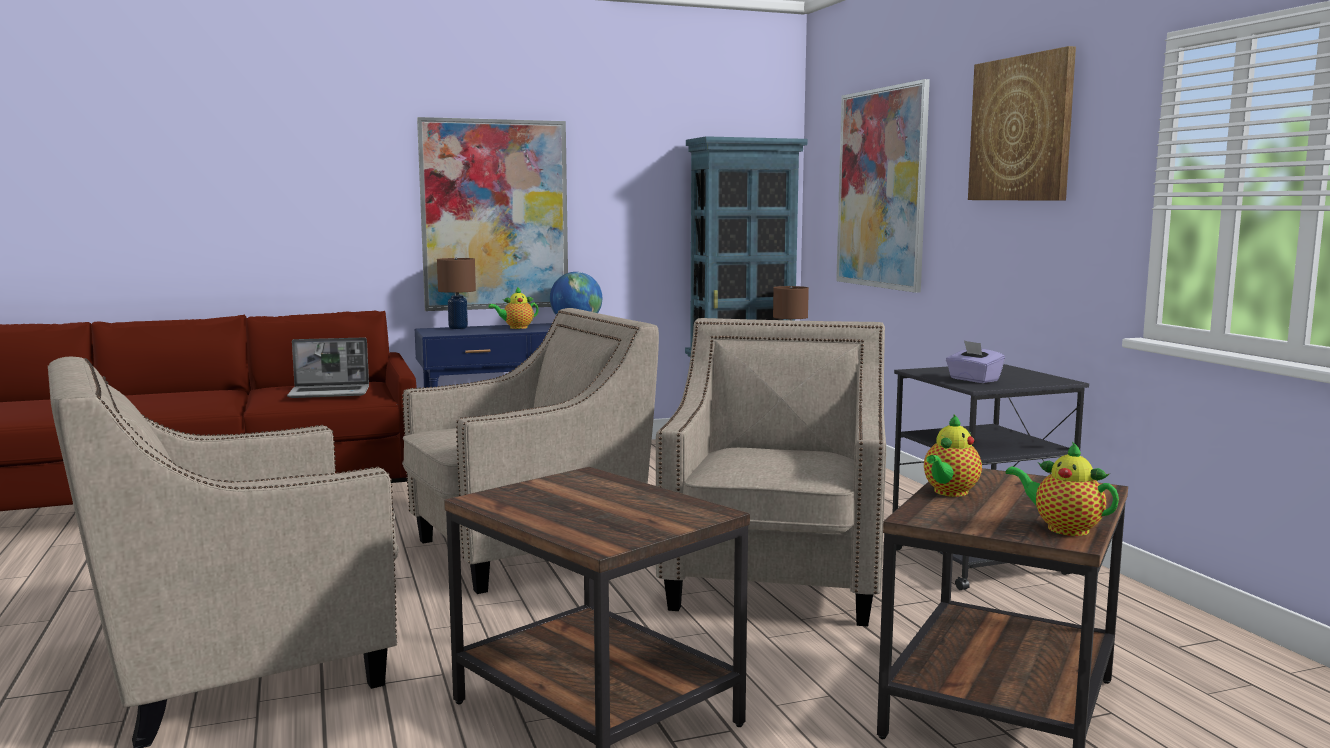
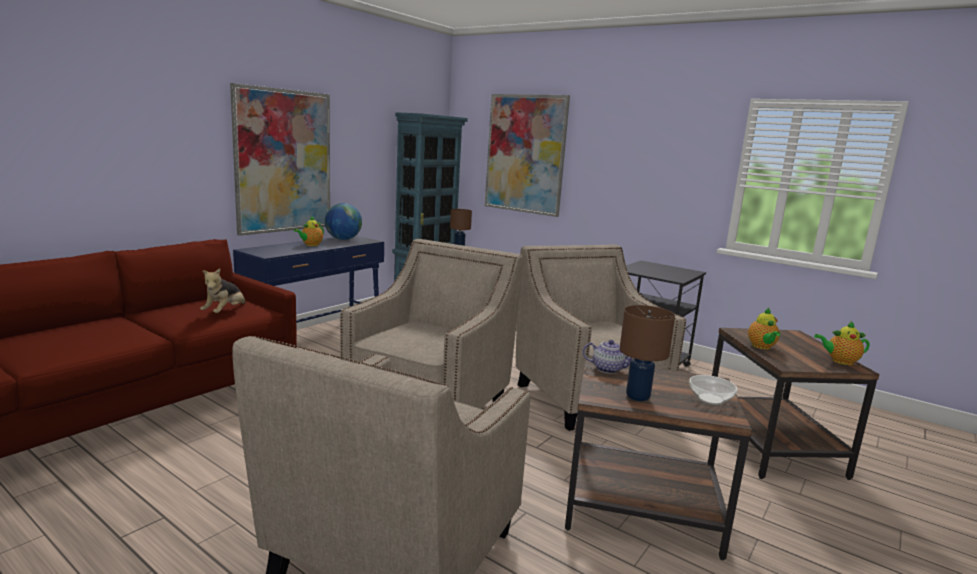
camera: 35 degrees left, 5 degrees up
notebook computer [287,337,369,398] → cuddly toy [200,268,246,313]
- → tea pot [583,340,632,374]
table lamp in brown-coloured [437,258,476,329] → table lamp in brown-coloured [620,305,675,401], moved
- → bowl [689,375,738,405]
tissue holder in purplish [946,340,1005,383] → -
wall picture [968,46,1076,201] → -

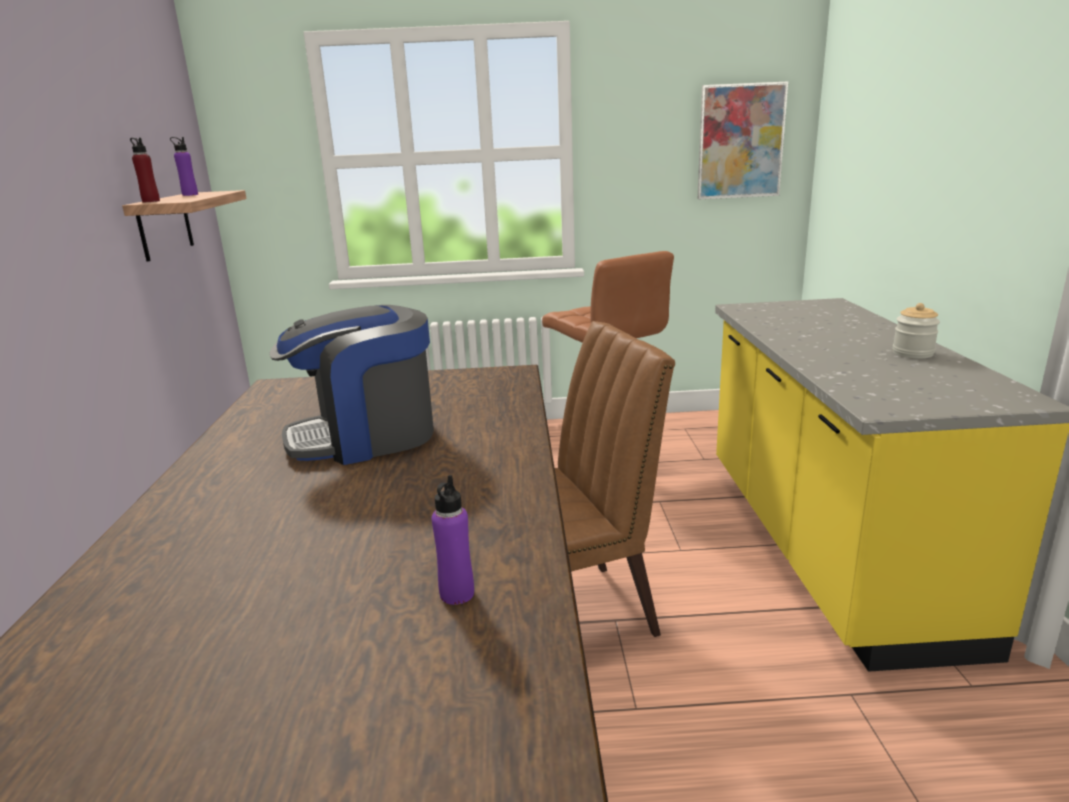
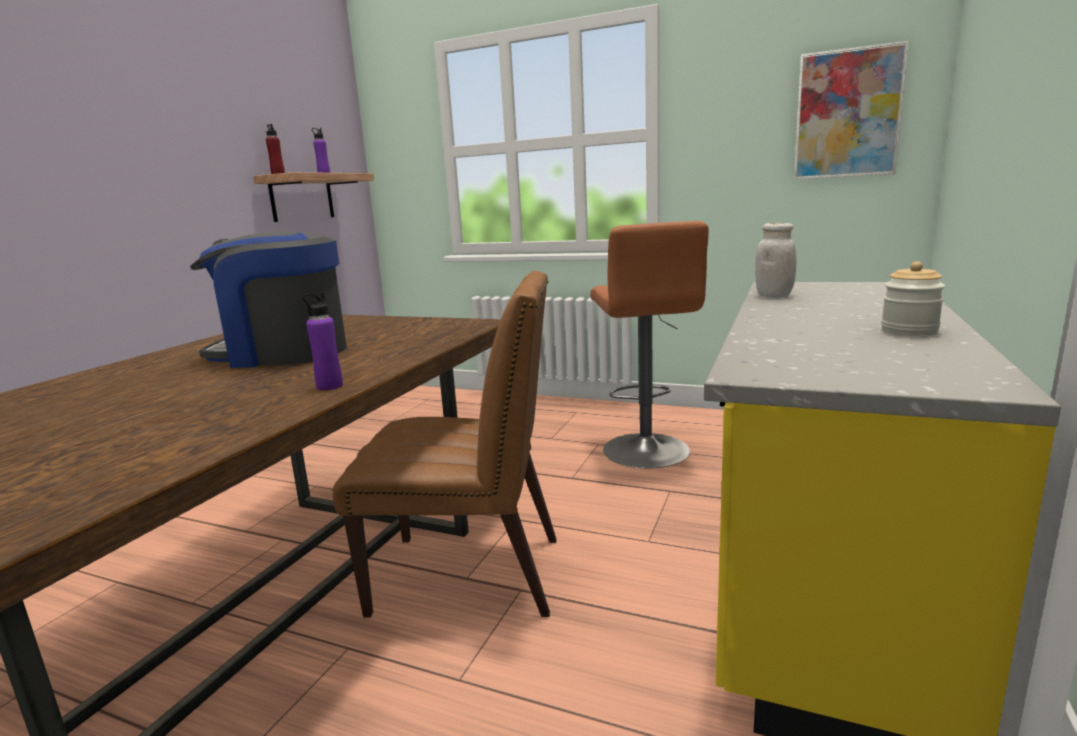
camera: 25 degrees right, 5 degrees down
drink bottle in purplish [432,475,474,605] → drink bottle in purplish [302,292,343,390], moved
- → preserve jar in whitish [755,223,796,297]

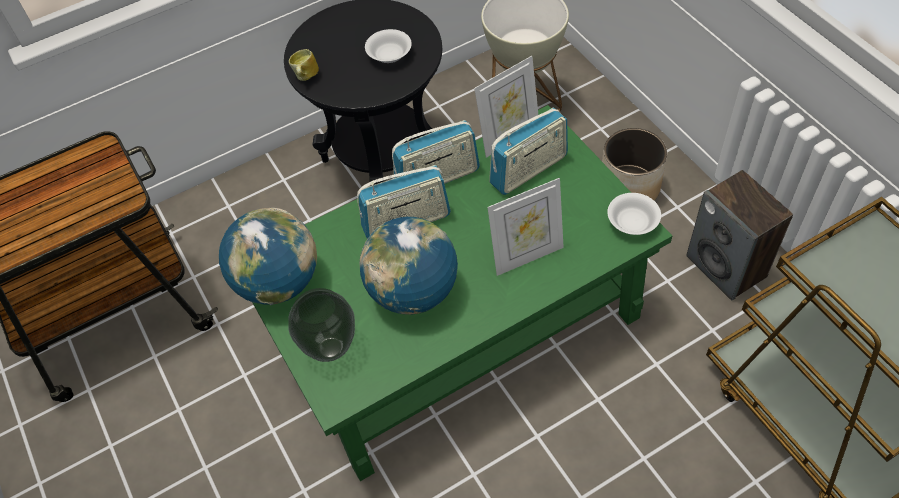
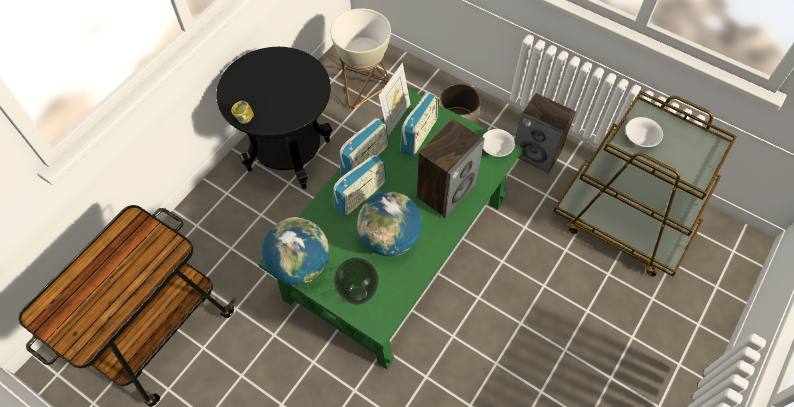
camera: 30 degrees left, 5 degrees up
standing frame [488,178,564,276] → speaker [417,119,485,218]
bowl in whitish [365,29,412,63] → bowl in whitish [625,117,663,147], moved

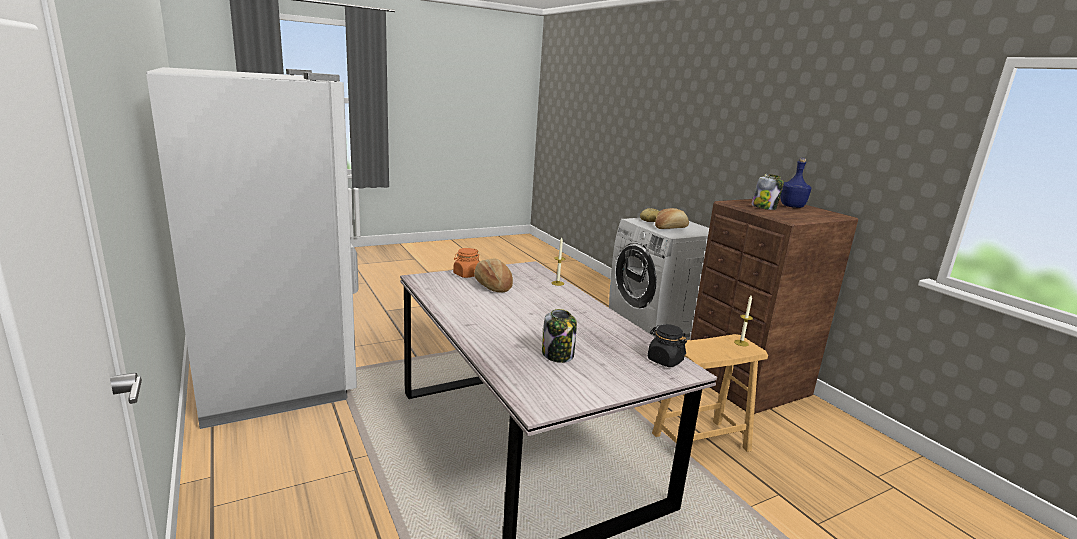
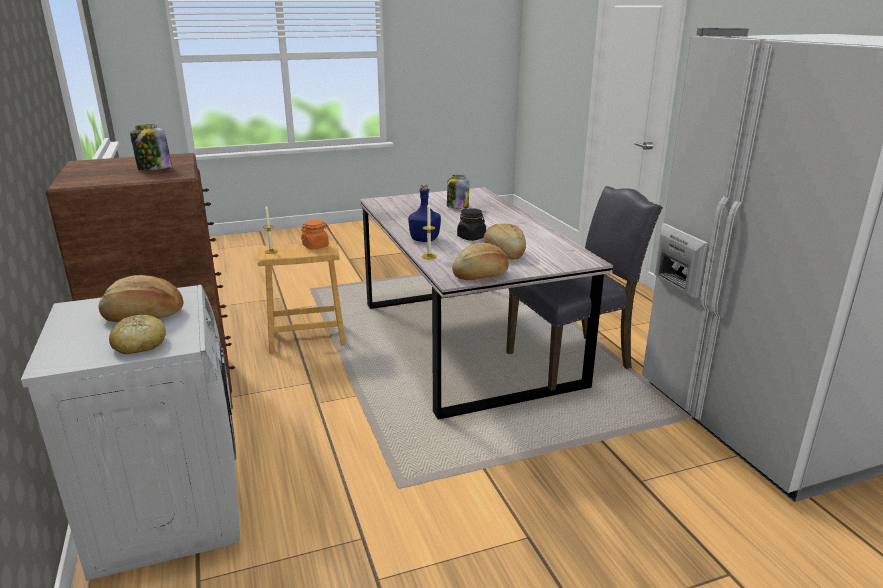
camera: 170 degrees left, 5 degrees up
preserve jar in orange-coloured [453,248,479,278] → preserve jar in orange-coloured [301,220,329,249], moved
drink bottle in blue [780,158,811,208] → drink bottle in blue [408,184,441,242], moved
- → bread [452,243,509,280]
preserve jar in blackish [648,324,687,367] → preserve jar in blackish [457,208,486,241], moved
- → chair in grey [506,186,663,391]

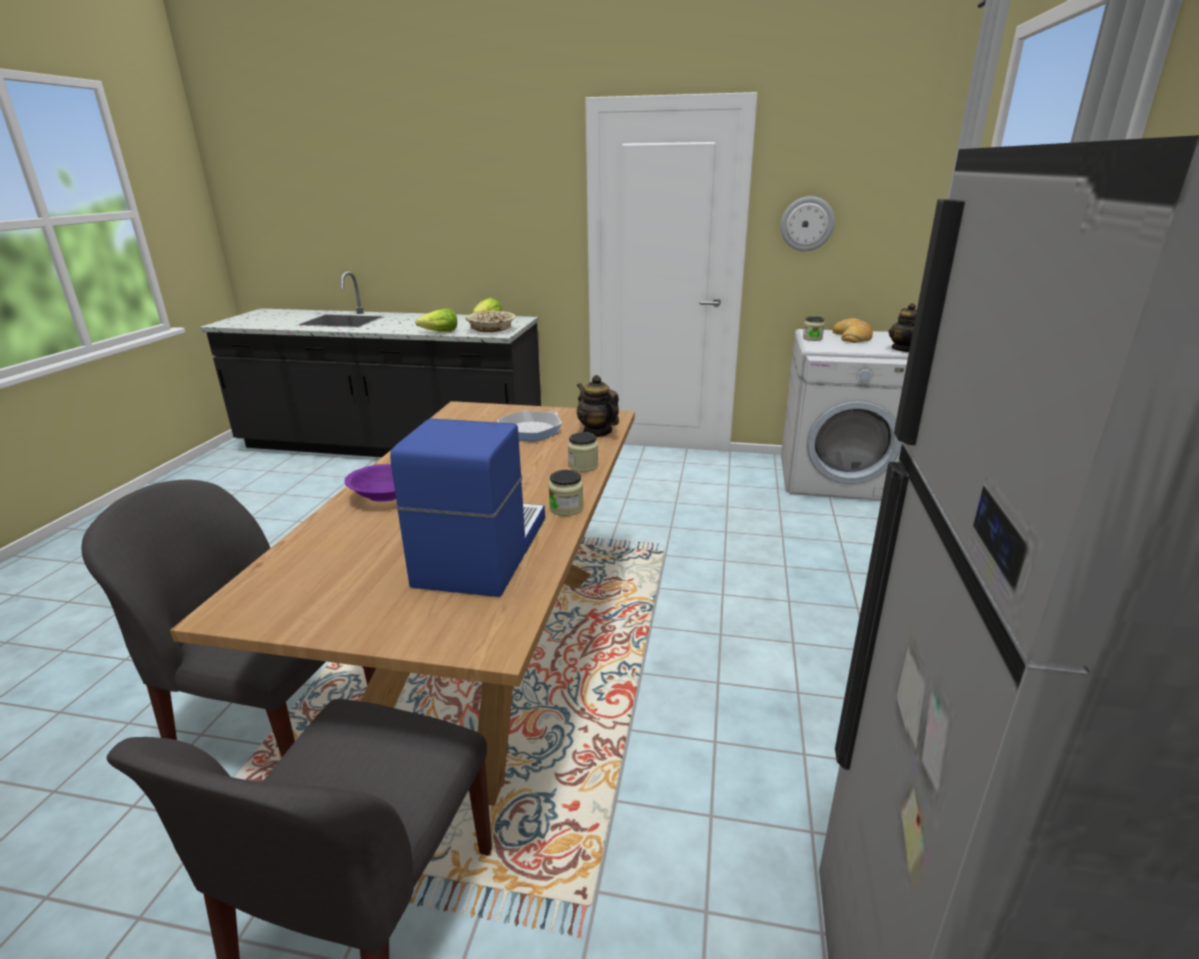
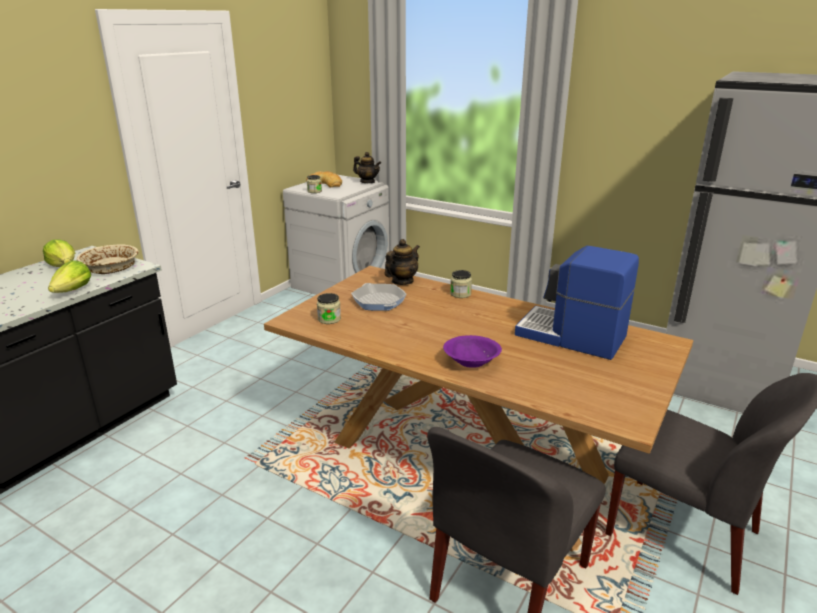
camera: 70 degrees left, 0 degrees up
preserve jar [549,470,584,516] → preserve jar [317,293,341,324], moved
tea pot [577,375,619,437] → tea pot [385,239,420,285], 150 degrees clockwise
hanging clock [781,196,835,251] → -

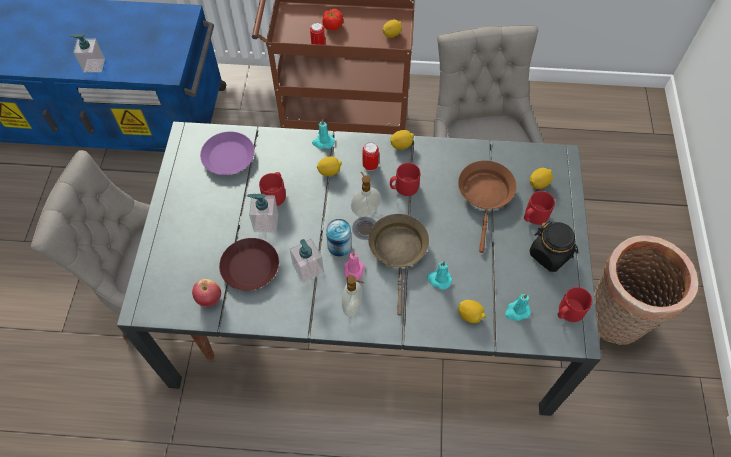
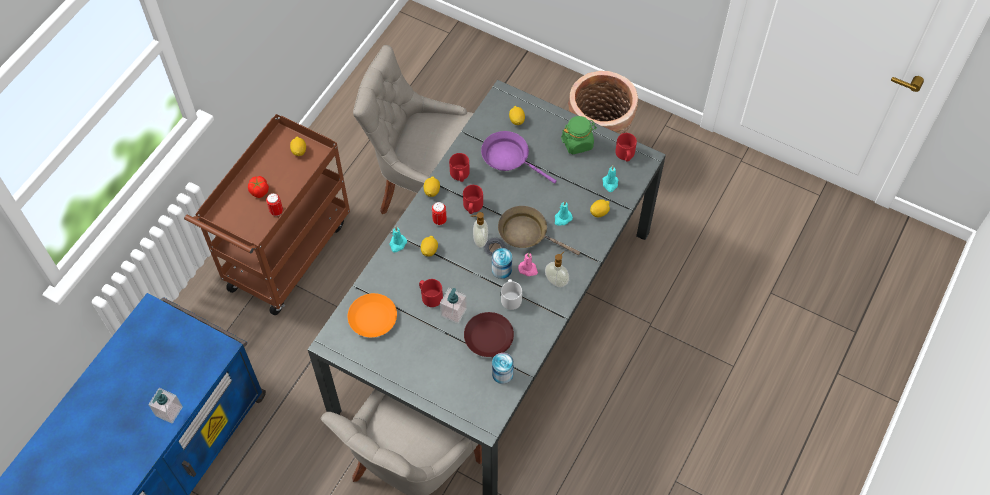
camera: 65 degrees left, 0 degrees up
plate in purplish [200,131,254,175] → plate in orange-coloured [348,293,397,337]
mug in red [524,191,555,225] → mug in red [449,153,470,182], moved
frying pan in brown-coloured [458,160,516,253] → frying pan in purplish [481,131,557,184]
apple fruit [192,279,221,307] → metal can [492,353,514,384]
soap dispenser [290,238,324,283] → mug in grey [501,279,522,310]
preserve jar in blackish [530,221,579,272] → preserve jar in greenish [561,116,597,155]

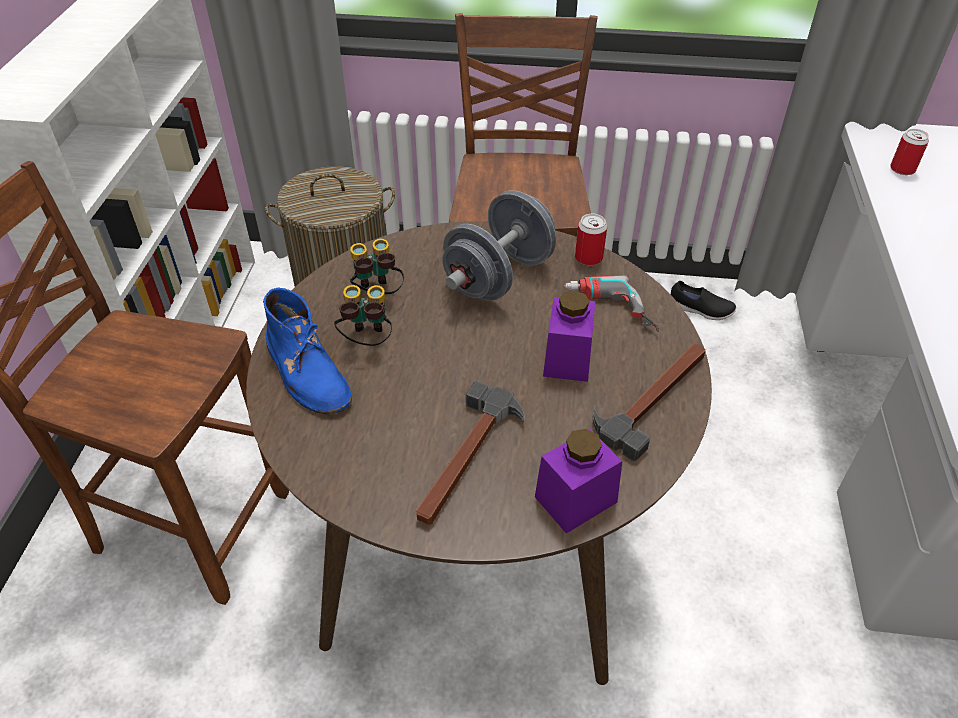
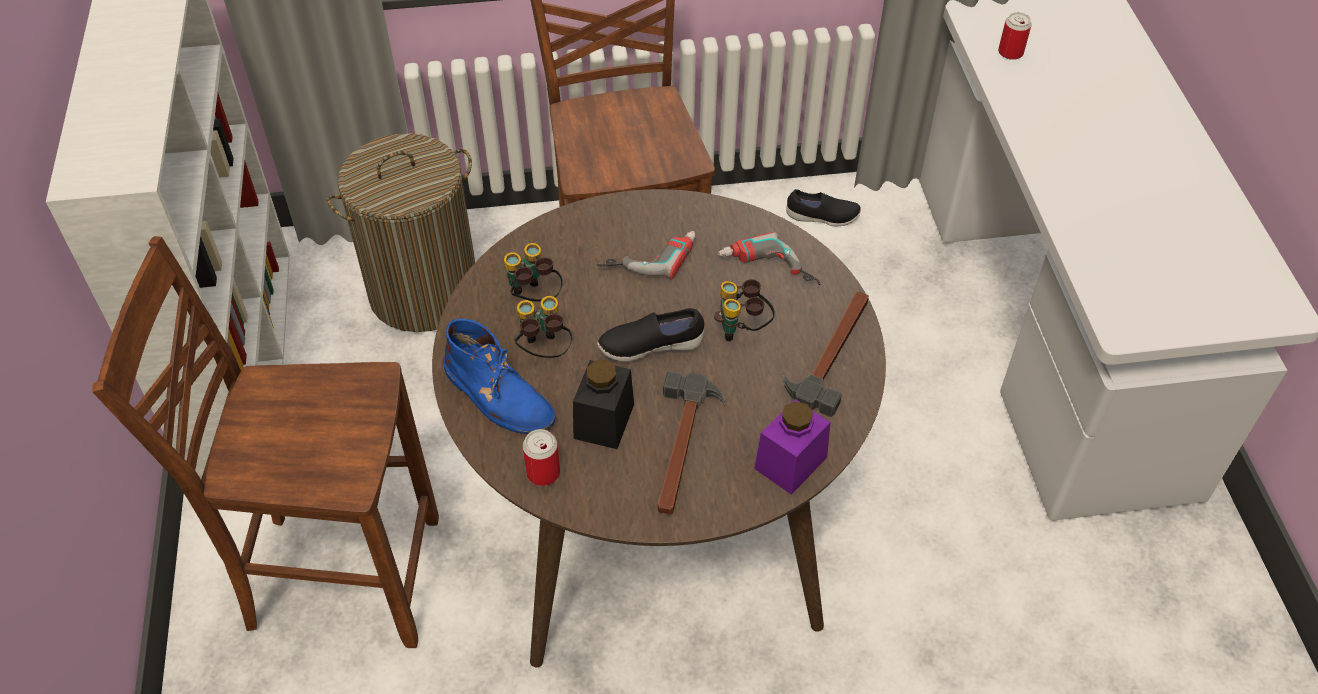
camera: 15 degrees left, 5 degrees up
metal can [575,214,607,266] → metal can [523,429,560,486], moved
- → preserve jar in blackish [573,360,634,449]
free weight in grey [442,190,556,301] → power drill [596,231,696,279]
- → item of footwear in blackish [597,308,704,362]
preserve jar in purplish [543,290,595,382] → binoculars [714,279,775,341]

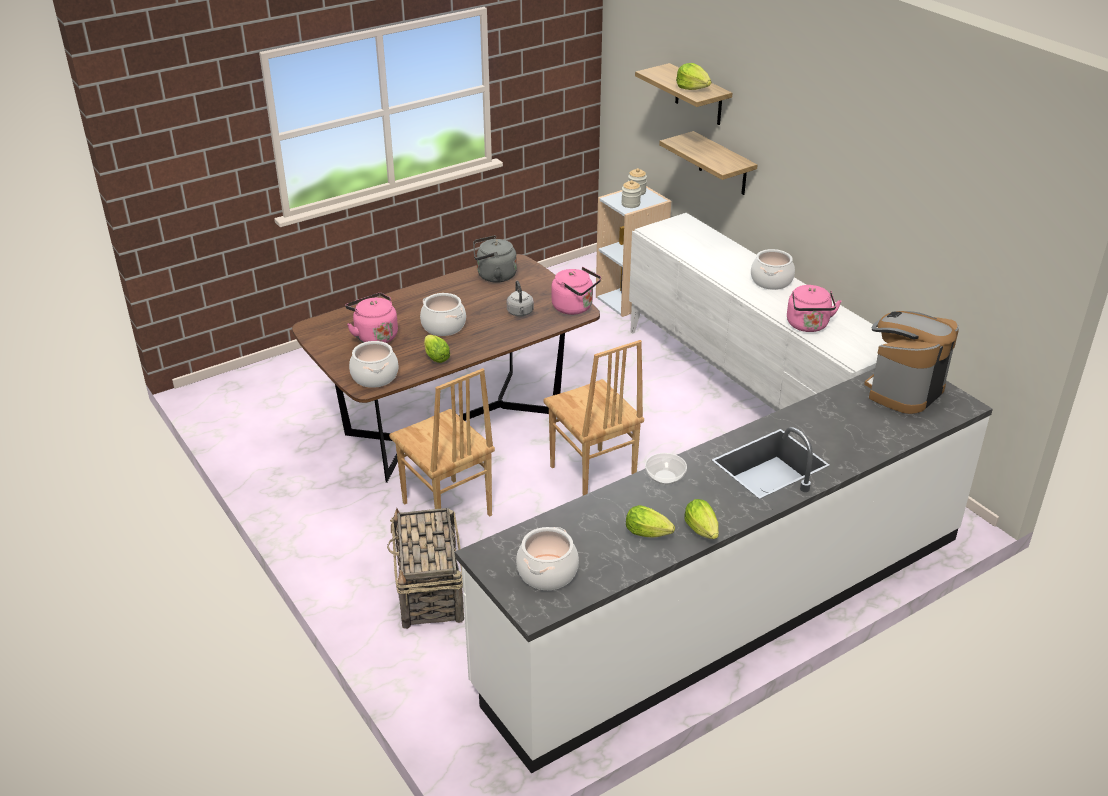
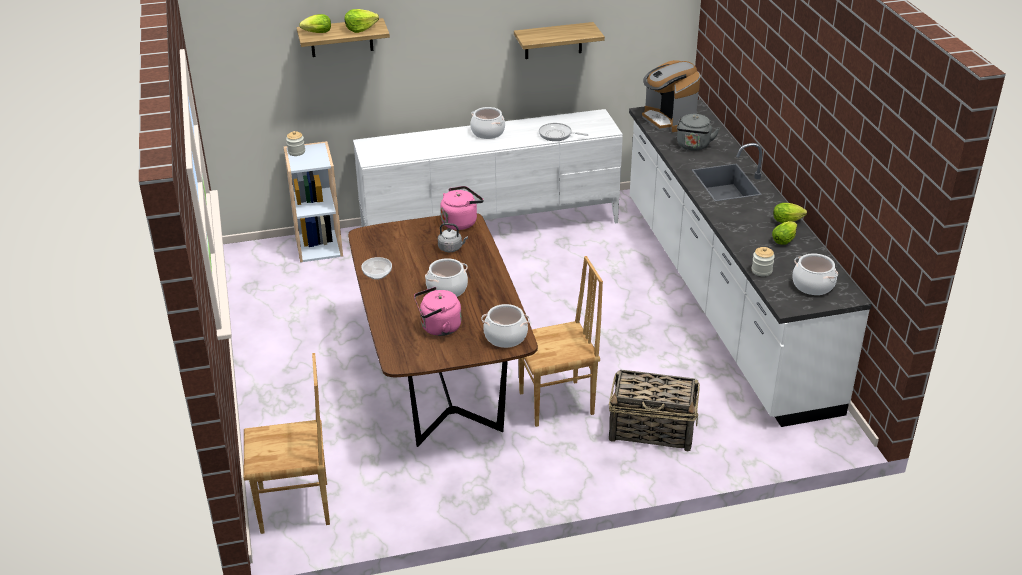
camera: 70 degrees left, 0 degrees up
chair in brown-coloured [543,340,644,495] → chair in brown-coloured [243,353,330,534], moved
lettuce [424,335,450,363] → lettuce [299,14,331,33], moved
bowl [645,453,687,485] → bowl [361,257,392,280], moved
wall shelf [659,131,757,195] → wall shelf [514,22,605,59], moved
tea kettle in pink-coloured [787,285,842,332] → frying pan [539,123,589,141]
tea kettle in grey [473,235,517,283] → tea kettle in grey [677,114,719,151], moved
preserve jar [621,180,641,208] → preserve jar [752,247,775,277], moved

